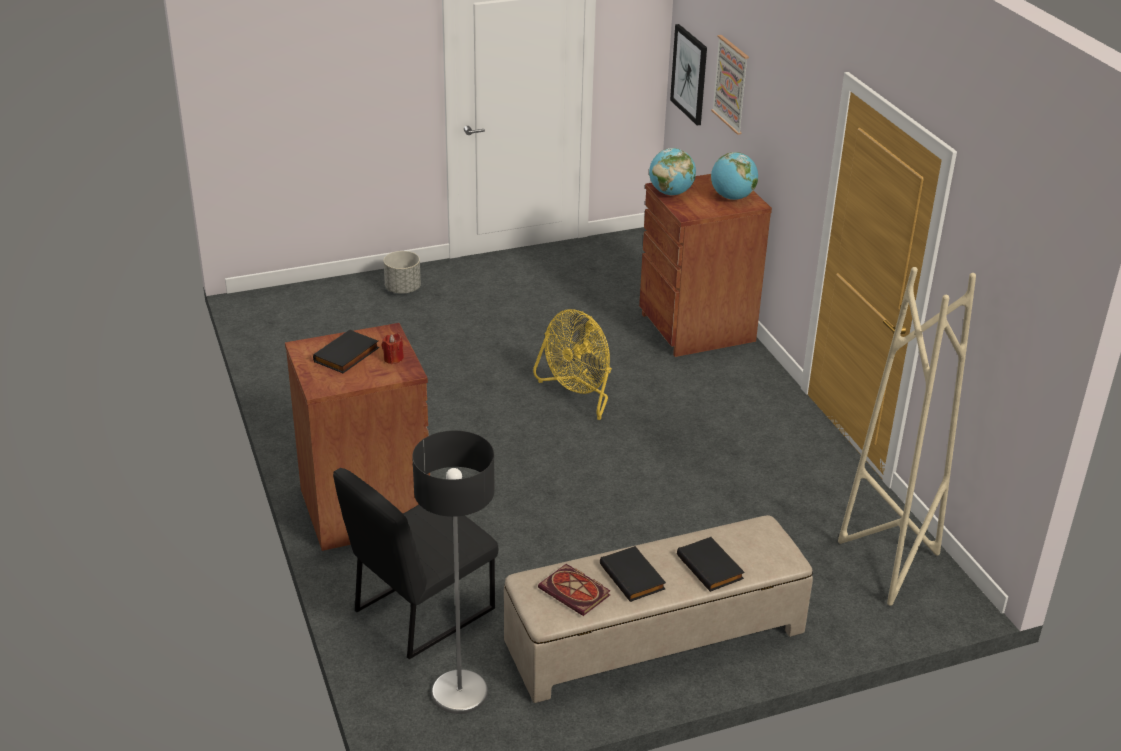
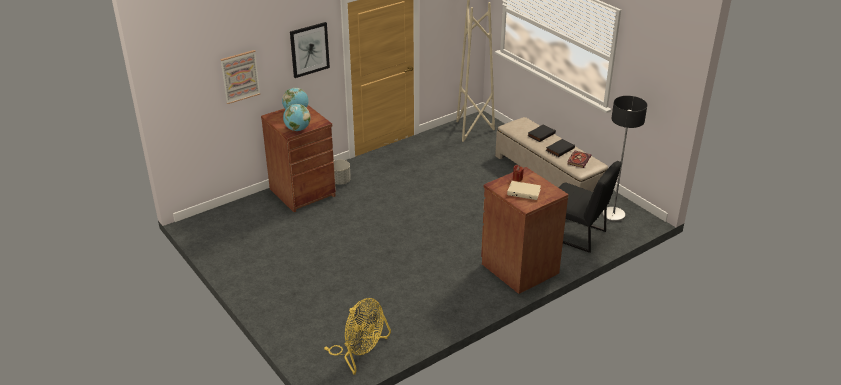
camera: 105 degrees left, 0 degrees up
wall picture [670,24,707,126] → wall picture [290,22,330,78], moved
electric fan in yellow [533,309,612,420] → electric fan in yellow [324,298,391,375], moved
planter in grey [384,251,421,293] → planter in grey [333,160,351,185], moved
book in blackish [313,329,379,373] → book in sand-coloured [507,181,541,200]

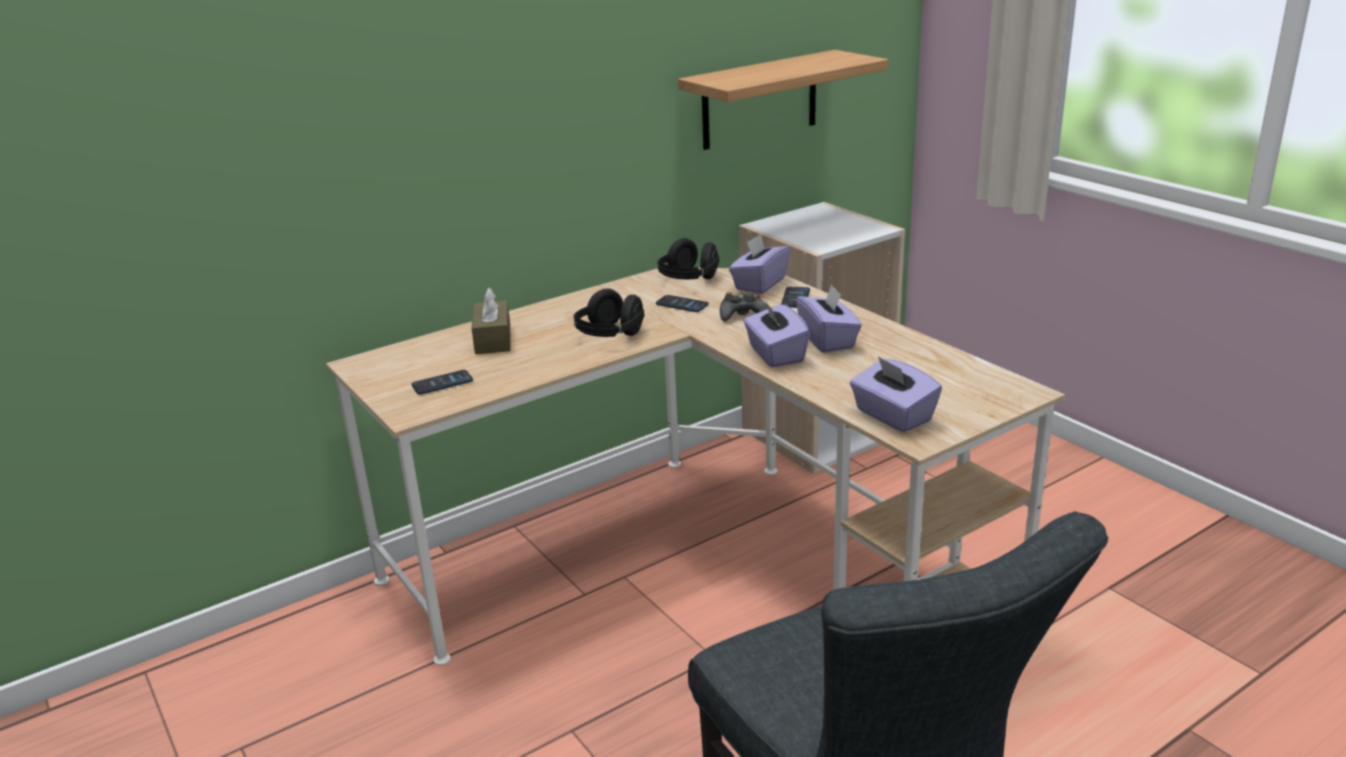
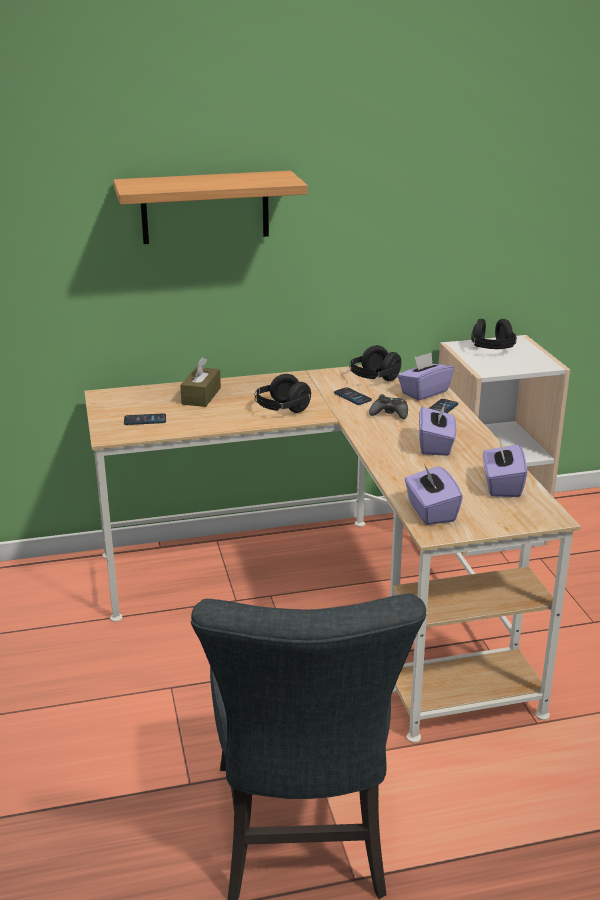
camera: 20 degrees right, 0 degrees up
wall shelf [678,50,888,150] → wall shelf [114,170,308,244], moved
- → headset in blackish [471,319,517,349]
tissue holder in purplish [744,301,810,367] → tissue holder in purplish [483,438,527,497], moved

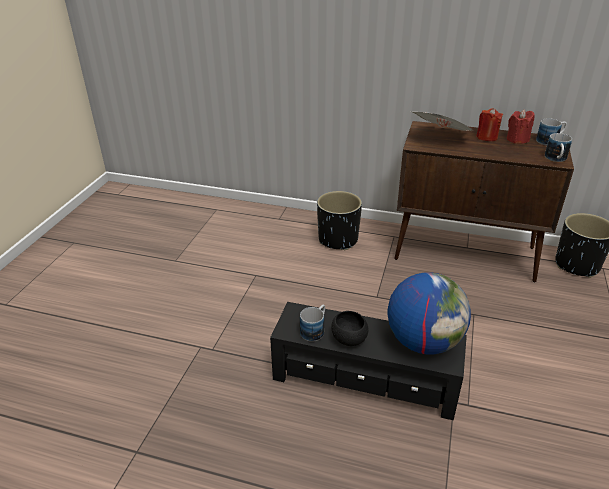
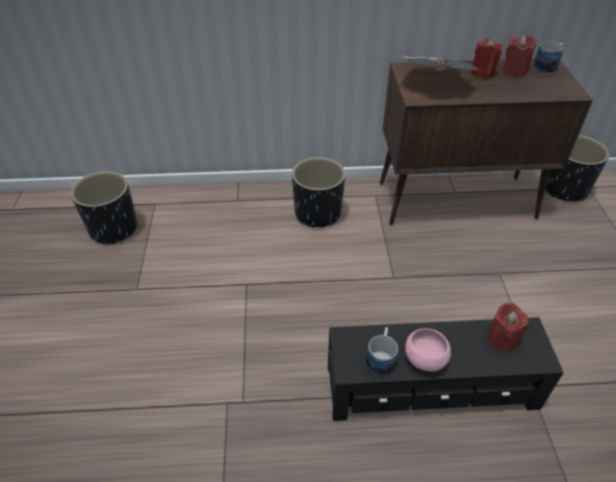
camera: 20 degrees left, 10 degrees up
- → planter in blackish [71,171,137,245]
bowl in blackish [331,311,368,346] → bowl in pink-coloured [405,328,451,371]
globe [387,272,471,354] → candle in red [488,303,529,352]
mug [545,133,572,162] → -

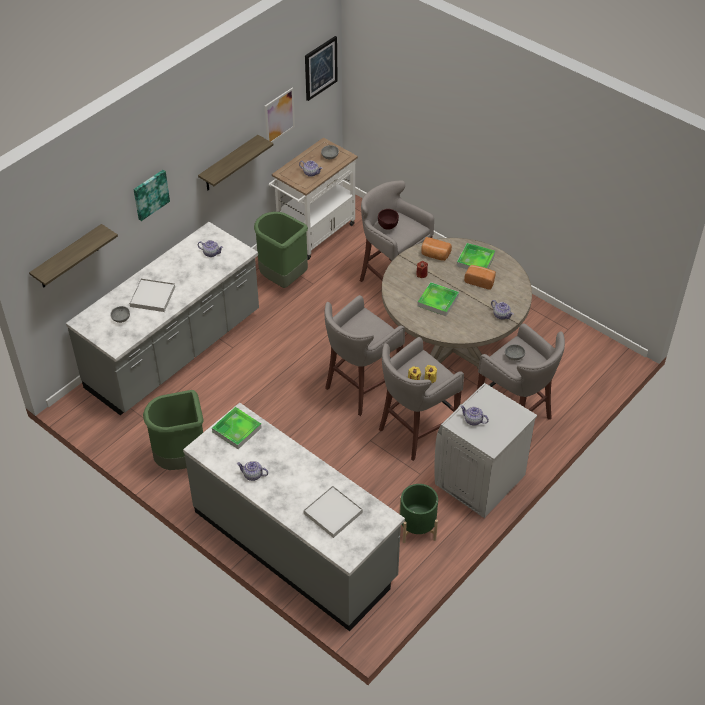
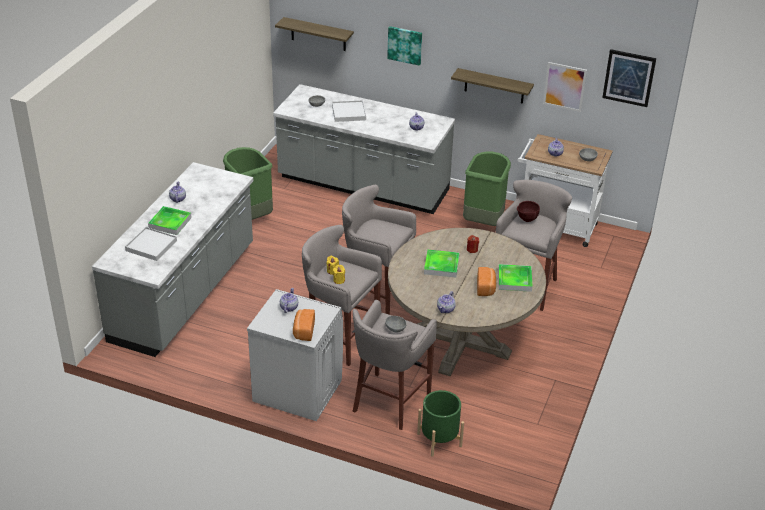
camera: 70 degrees right, 10 degrees down
carrying tray [212,407,262,449] → carrying tray [148,206,192,235], moved
bread [421,237,452,261] → bread [293,309,315,341], moved
planter in greenish [399,484,438,543] → planter in greenish [417,390,464,456], moved

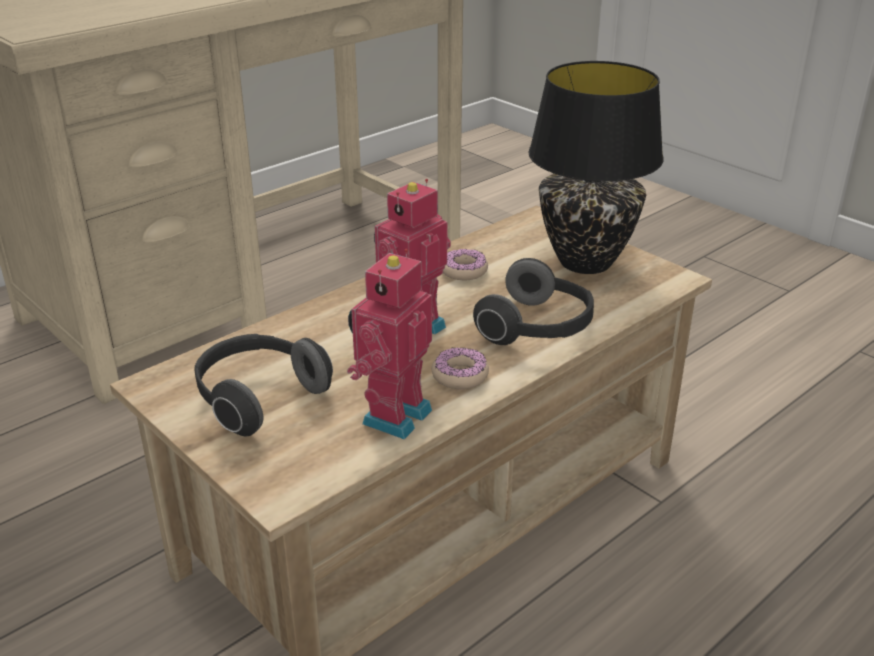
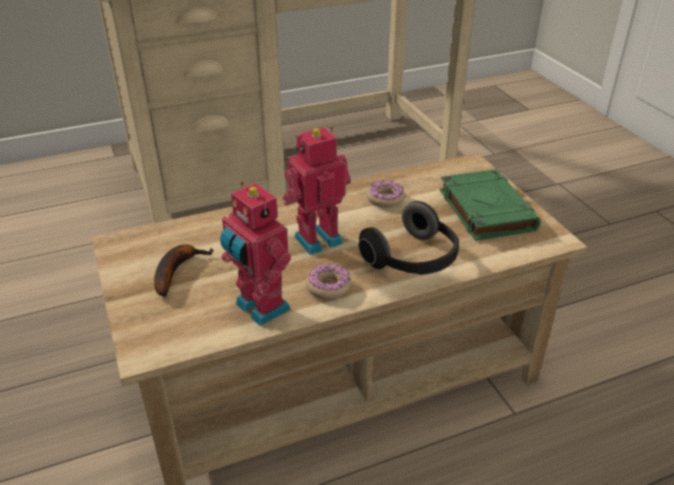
camera: 20 degrees right, 5 degrees up
headset [194,334,333,436] → banana [154,244,214,297]
robot figure [347,249,434,439] → robot figure [220,182,291,326], 90 degrees counterclockwise
table lamp in blackish [528,61,663,274] → book in greenish [440,169,541,241]

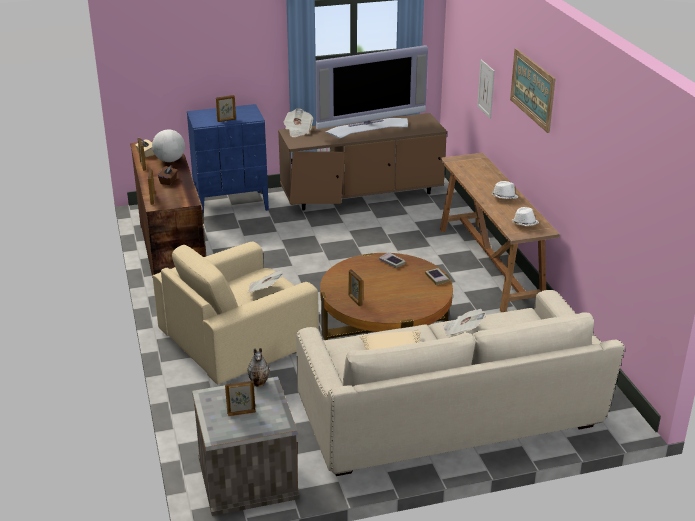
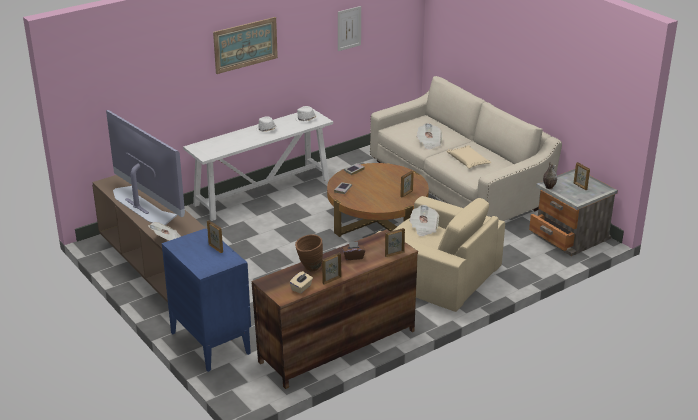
camera: 110 degrees left, 0 degrees up
hall table in brown-coloured [440,153,560,312] → hall table in whitish [183,108,333,221]
globe [152,130,185,162] → decorative vase in brown-coloured [295,235,323,273]
wall picture [477,59,495,119] → wall picture [338,6,361,51], moved

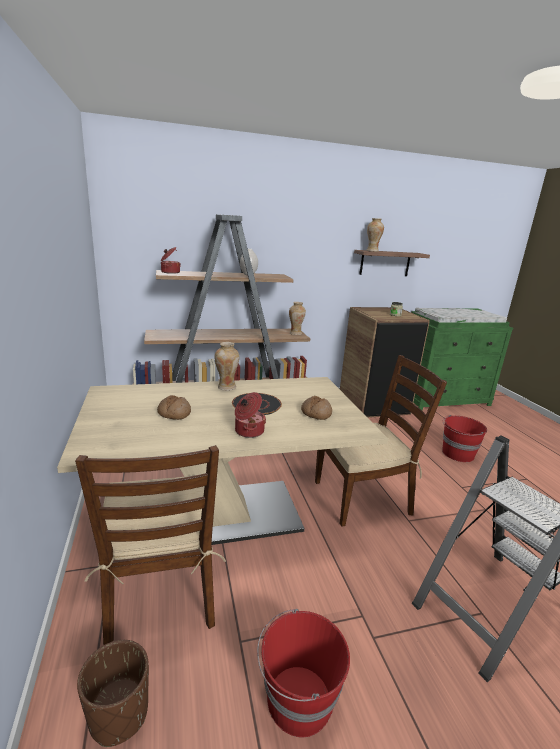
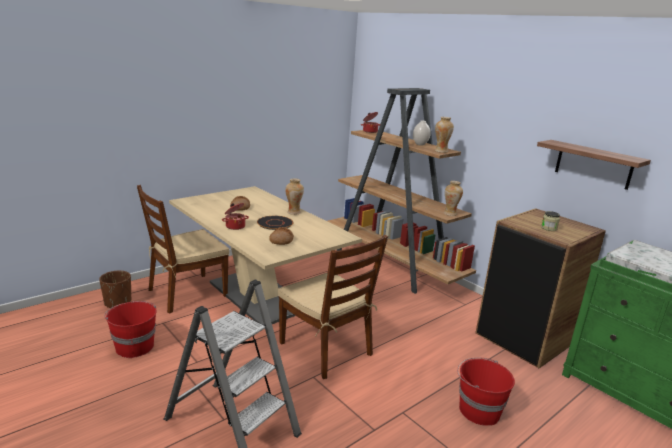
camera: 65 degrees right, 0 degrees up
decorative vase [367,218,384,252] → decorative vase [435,117,454,153], moved

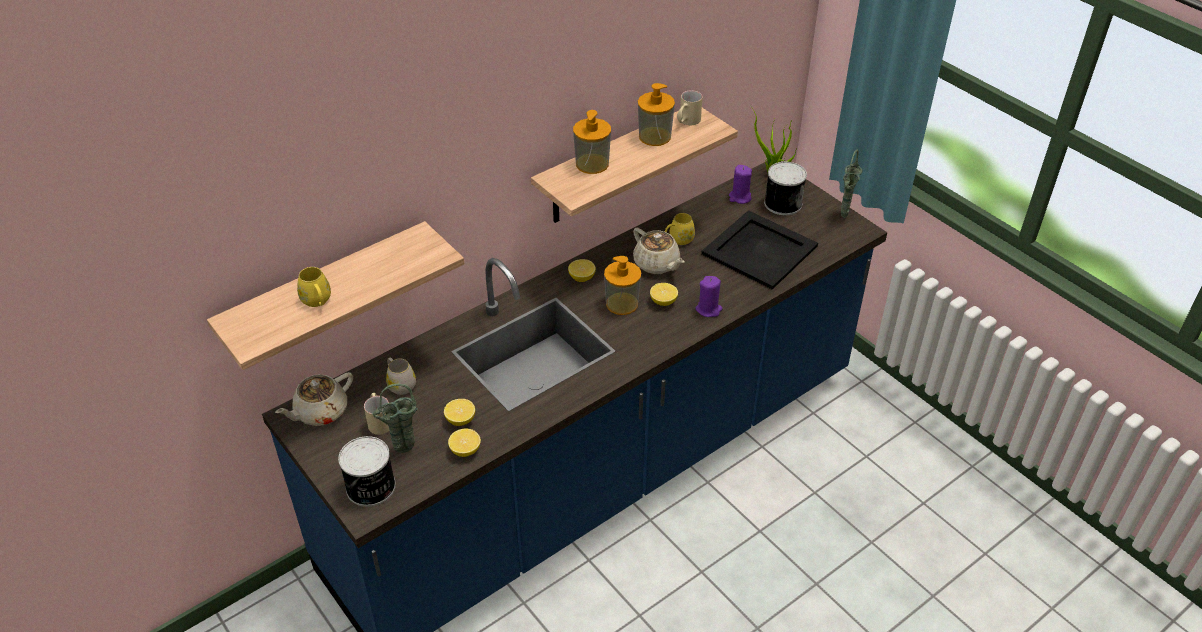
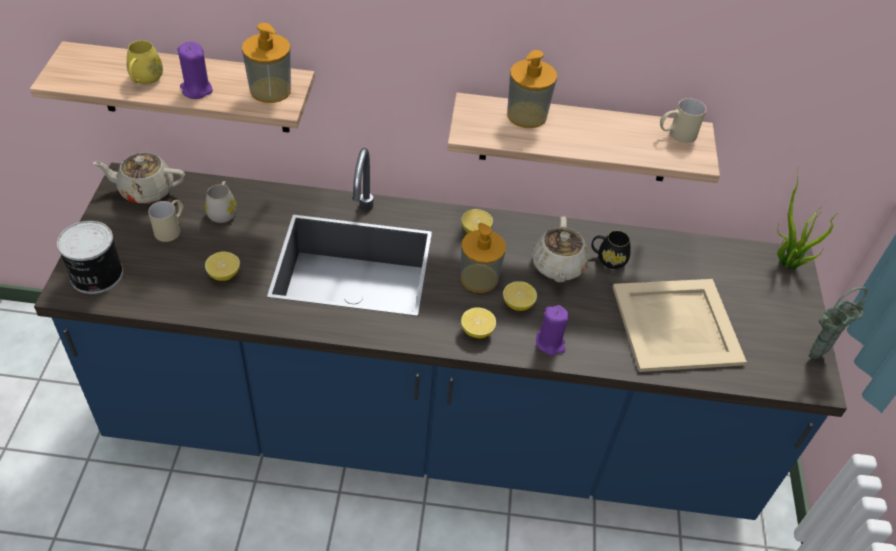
camera: 40 degrees right, 5 degrees up
candle in purplish [729,165,752,204] → candle in purplish [178,41,213,99], moved
soap dispenser [638,83,675,146] → soap dispenser [242,23,291,103], moved
lemon [448,429,481,457] → lemon [461,307,496,339], moved
mug in yellow [665,213,695,245] → mug in blackish [591,231,631,269]
carrying tray in blackish [701,210,818,290] → carrying tray in sand-coloured [613,279,747,372]
decorative vase in greenish [372,384,418,453] → -
metal can [764,162,807,215] → -

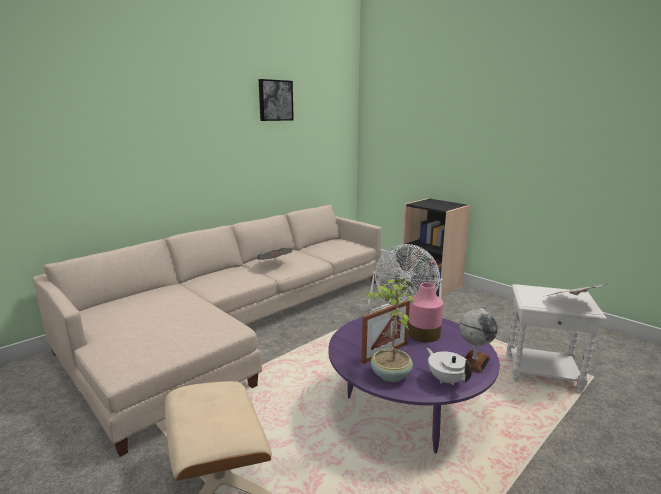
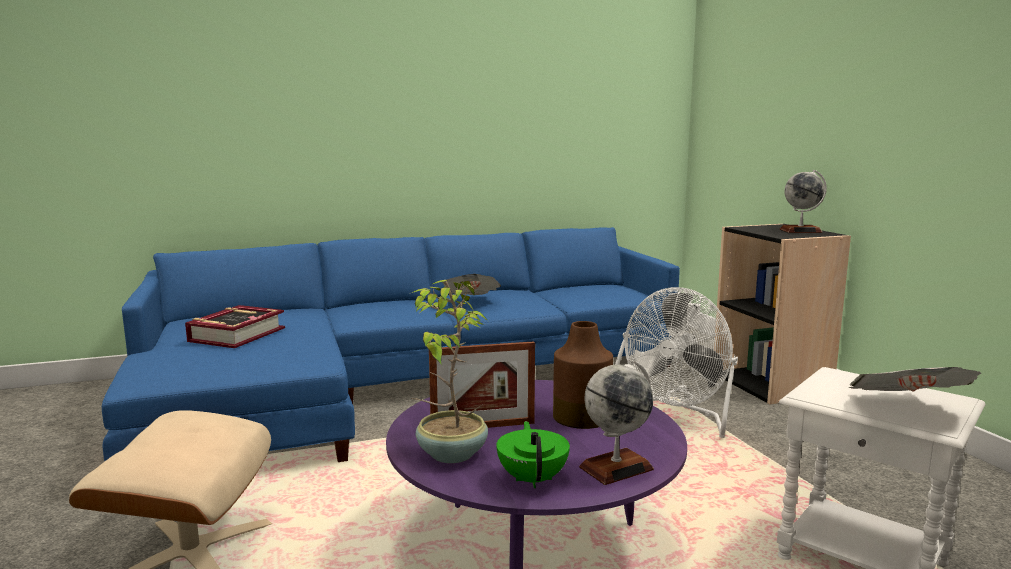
camera: 25 degrees right, 5 degrees down
sofa in sand-coloured [33,205,381,457] → sofa in blue [102,227,680,462]
- → book [185,305,285,348]
tea pot in whitish [427,348,471,385] → tea pot in greenish [496,421,570,488]
decorative vase in pink-coloured [408,283,443,342] → decorative vase in brown-coloured [553,321,613,429]
- → globe [780,170,827,233]
wall picture [259,79,294,121] → -

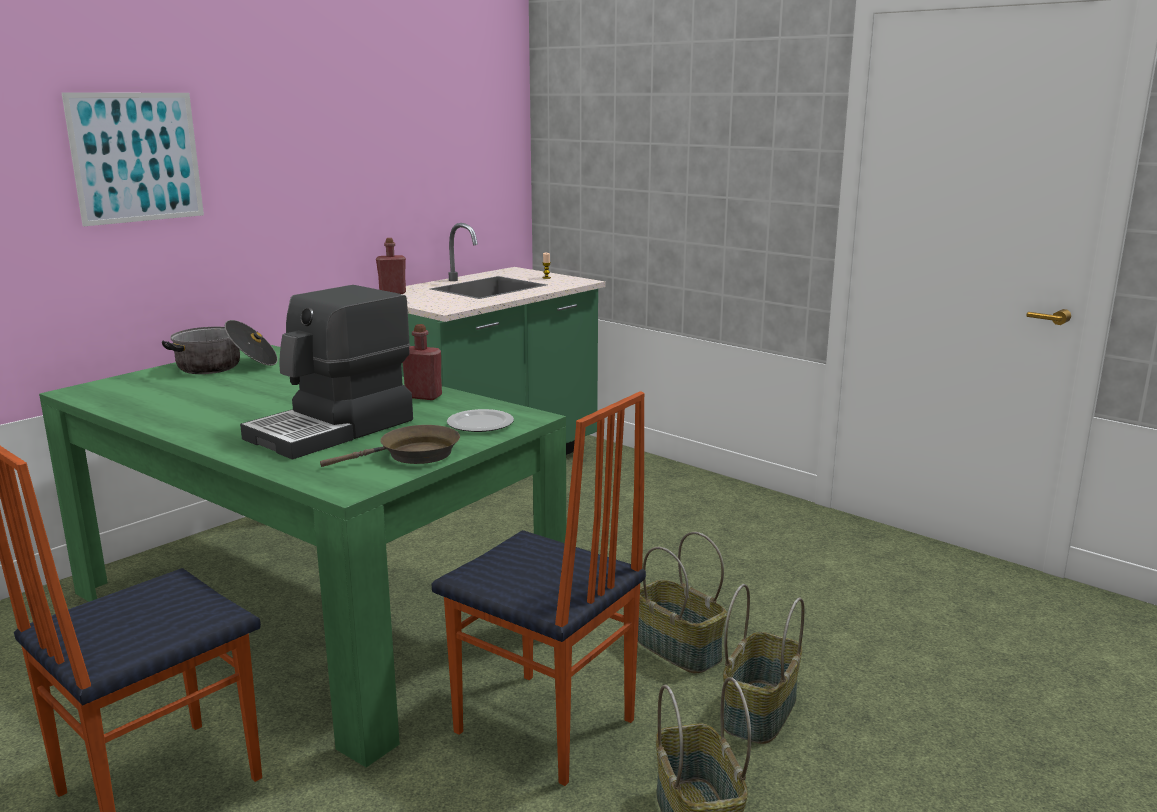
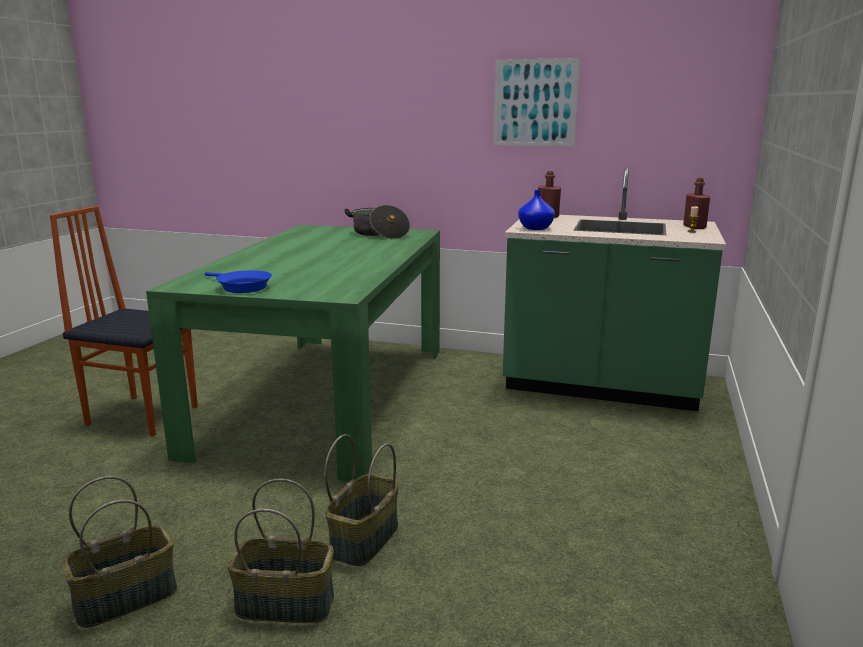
camera: 65 degrees right, 0 degrees up
frying pan in brown-coloured [320,425,460,467] → frying pan in blue [205,270,272,293]
wall picture [61,92,204,226] → wall picture [493,58,580,146], moved
- → decorative vase in blue [518,190,555,230]
drink bottle in red [403,324,442,400] → drink bottle in red [683,177,710,229], moved
coffee brewer [240,285,413,459] → -
chair [431,391,646,786] → -
plate [447,409,514,432] → -

